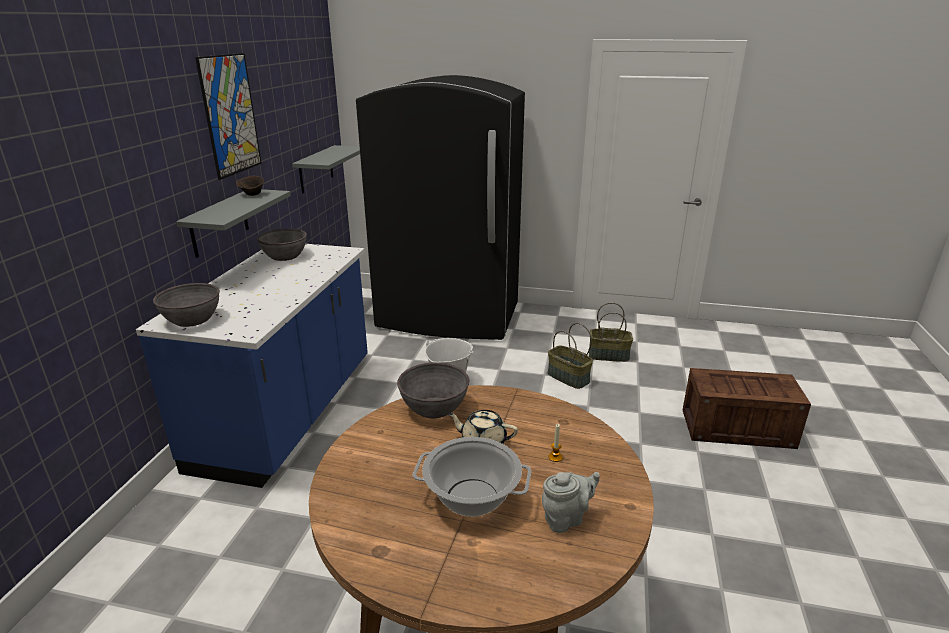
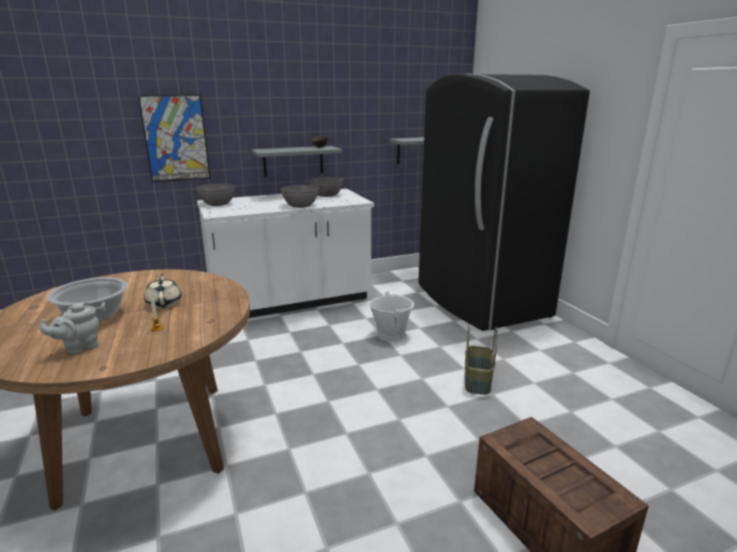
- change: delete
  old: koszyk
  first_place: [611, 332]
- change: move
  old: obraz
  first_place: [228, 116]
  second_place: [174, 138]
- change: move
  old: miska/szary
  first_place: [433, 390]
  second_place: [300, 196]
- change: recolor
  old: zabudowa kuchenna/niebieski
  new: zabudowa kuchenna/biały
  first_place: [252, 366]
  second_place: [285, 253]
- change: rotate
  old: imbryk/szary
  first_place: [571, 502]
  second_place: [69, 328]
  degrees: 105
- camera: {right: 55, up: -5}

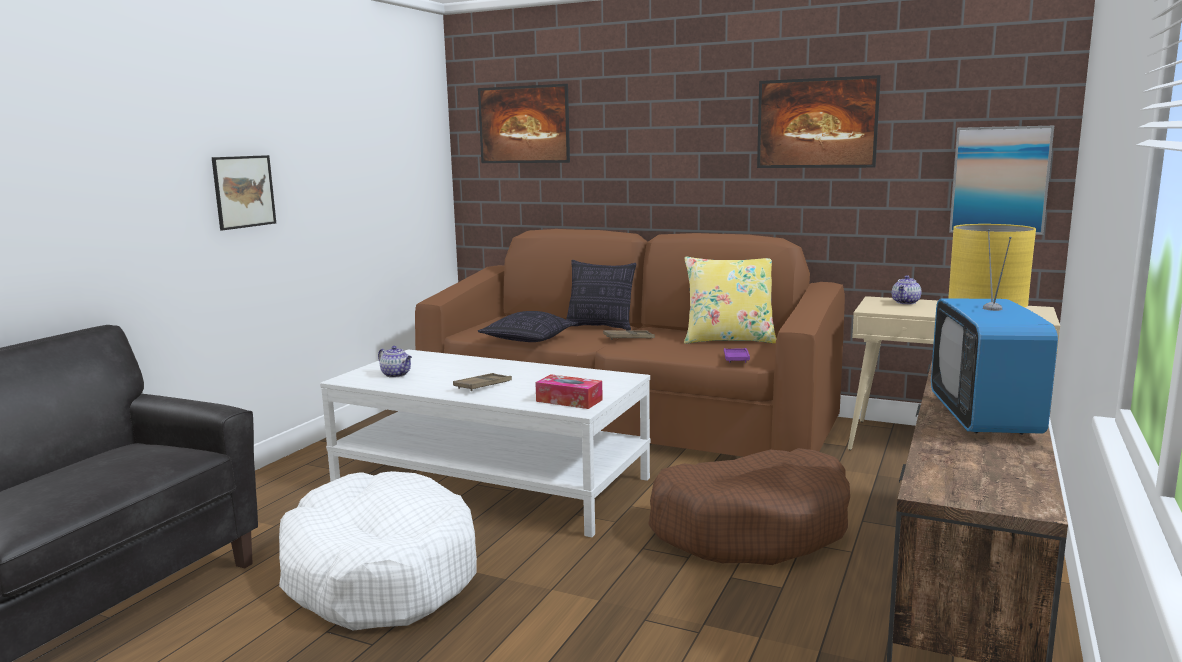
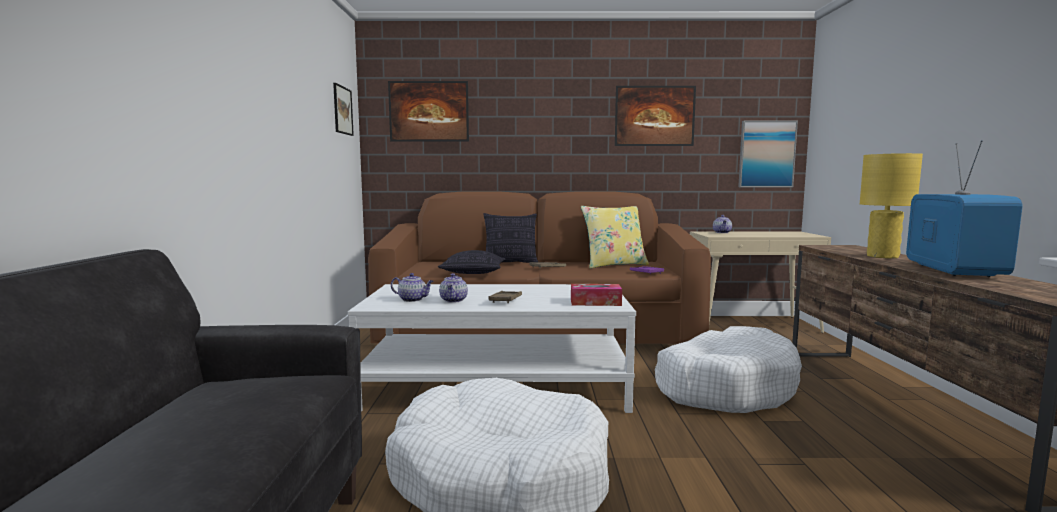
- change: insert
  new: imbryk
  second_place: [453, 288]
- change: move
  old: obraz
  first_place: [244, 192]
  second_place: [343, 109]
- change: recolor
  old: legowisko/brązowy
  new: legowisko/biały
  first_place: [749, 506]
  second_place: [728, 369]
- change: rotate
  old: telewizor
  first_place: [994, 332]
  second_place: [964, 208]
  degrees: -150
- camera: {right: -25, up: -5}

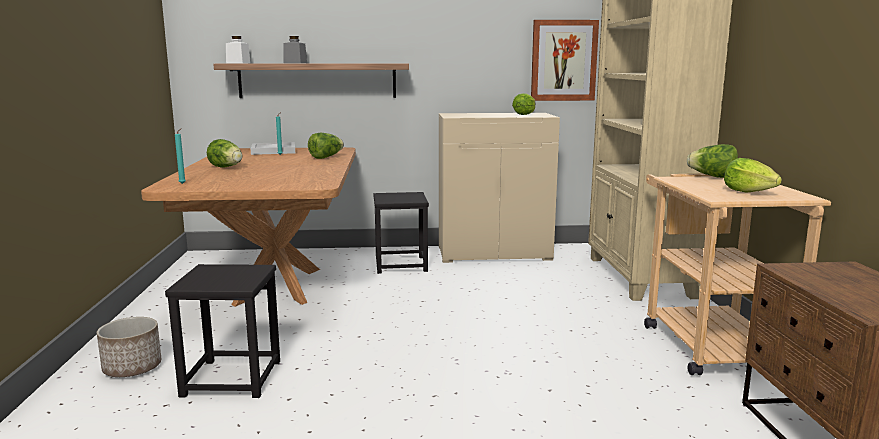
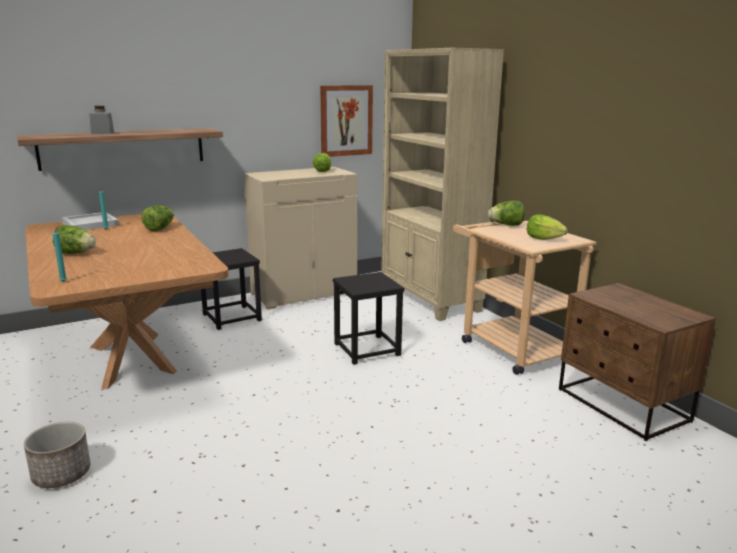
- change: delete
  old: słoik/biały
  first_place: [238, 49]
- change: move
  old: stołek/czarny
  first_place: [222, 331]
  second_place: [368, 318]
- camera: {right: -25, up: 5}

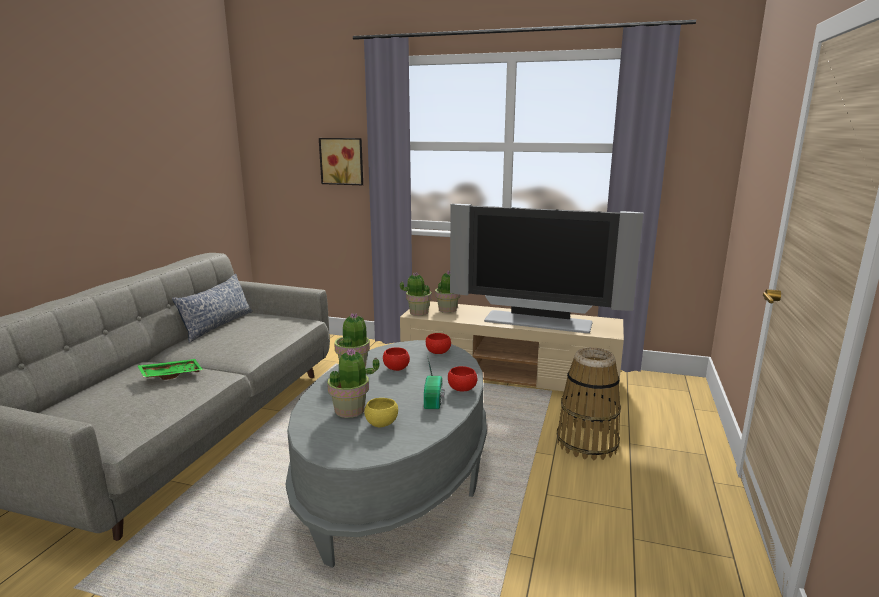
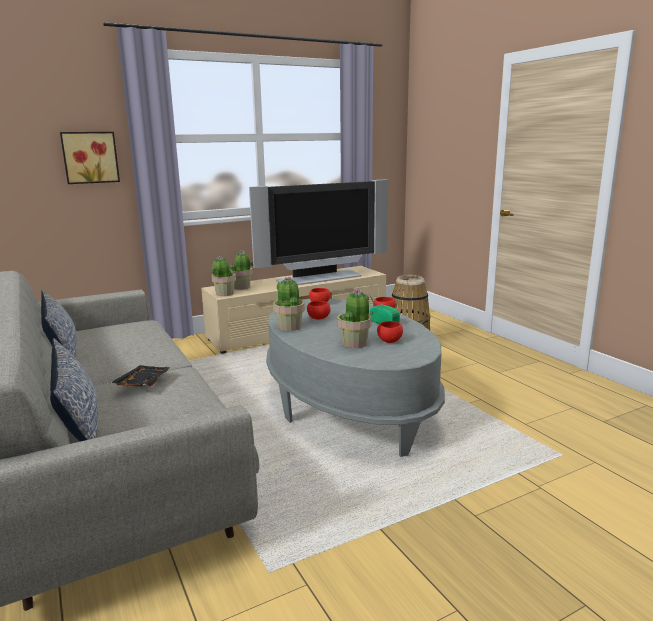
- change: insert
  new: poduszka
  second_place: [74, 389]
- change: recolor
  old: taca/zielony
  new: taca/czarny
  first_place: [170, 369]
  second_place: [140, 376]
- change: recolor
  old: miska/żółty
  new: miska/czerwony
  first_place: [381, 412]
  second_place: [390, 332]
- camera: {right: -45, up: 0}

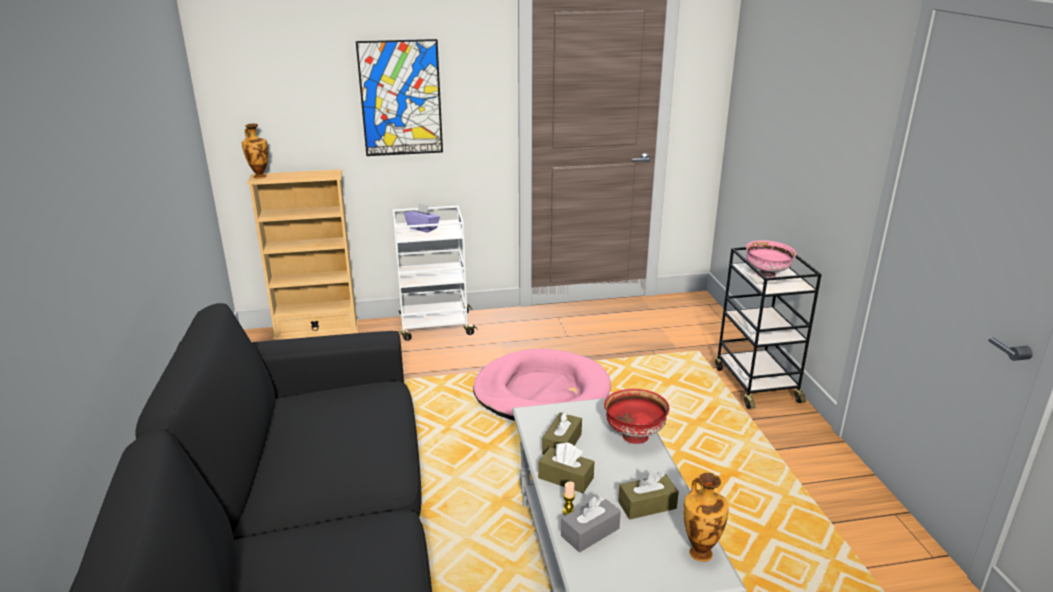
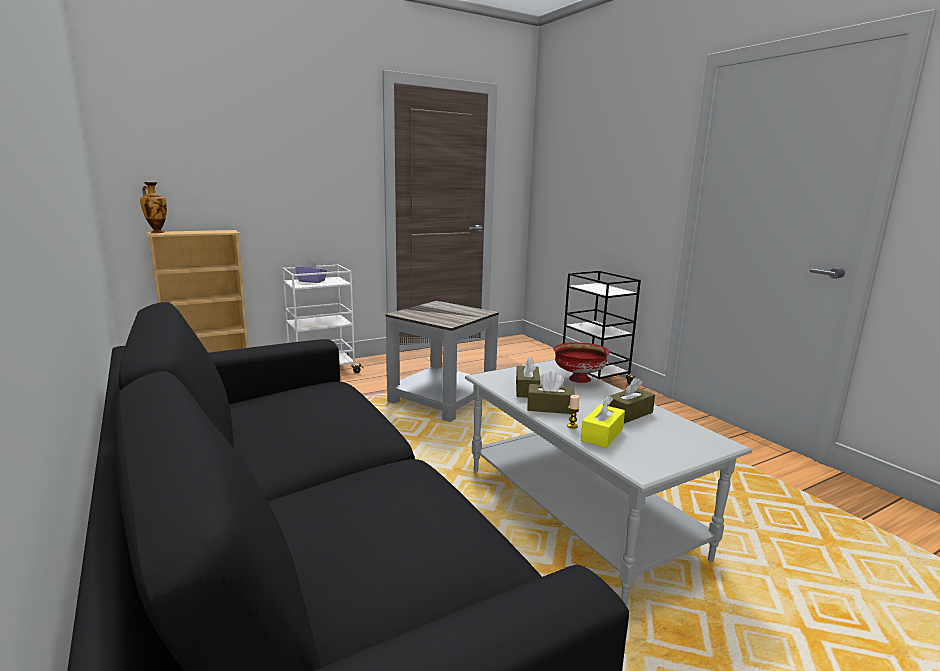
- change: delete
  old: obraz
  first_place: [399, 97]
- change: delete
  old: wazon
  first_place: [706, 517]
- change: delete
  old: miska/różowy
  first_place: [771, 259]
- change: replace
  old: legowisko/różowy
  new: stolik/szary
  first_place: [542, 385]
  second_place: [442, 361]
- change: recolor
  old: pudełko chusteczek/szary
  new: pudełko chusteczek/żółty
  first_place: [591, 524]
  second_place: [603, 422]
- camera: {right: -20, up: -10}

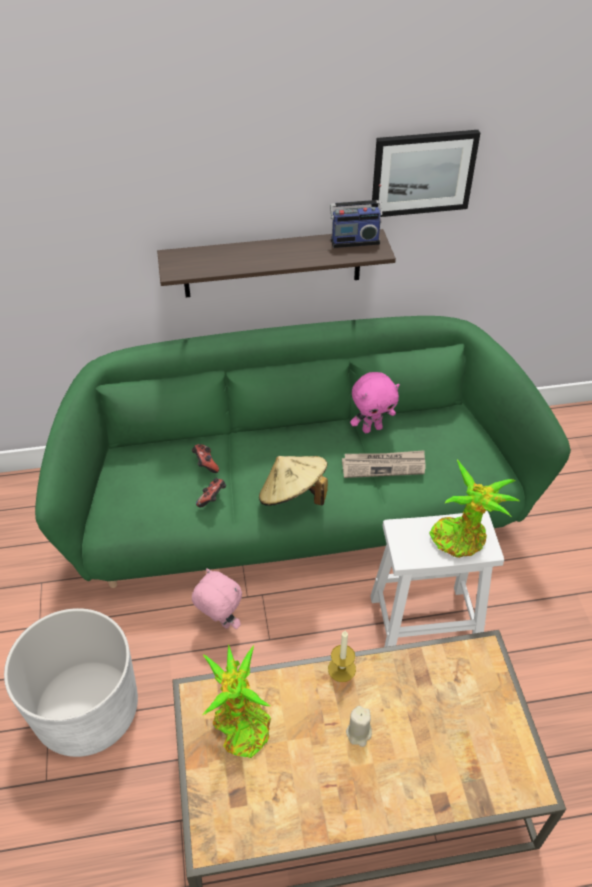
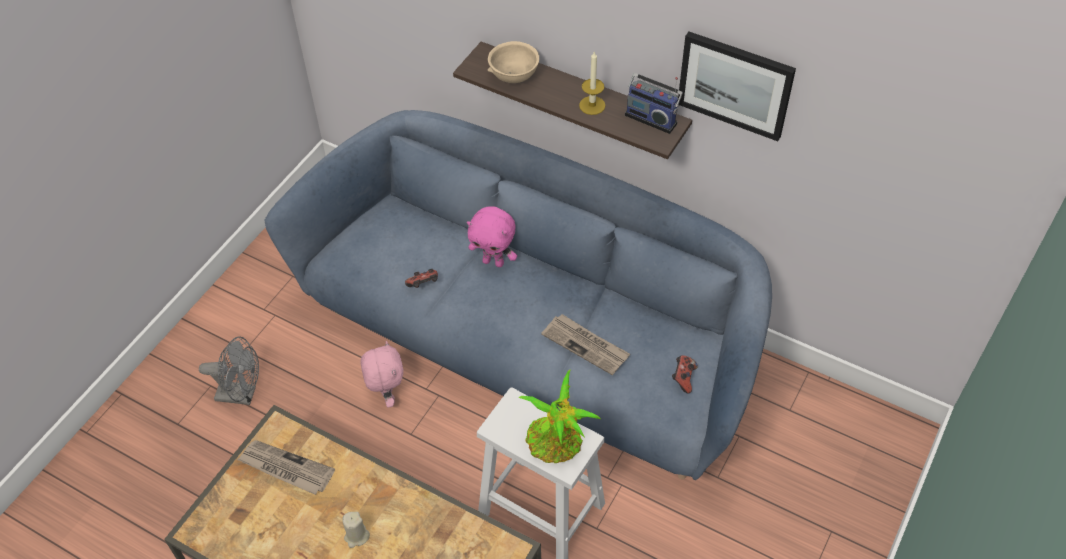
- change: delete
  old: kapelusz/beżowy
  first_place: [293, 481]
- change: insert
  new: miska/beżowy
  second_place: [513, 62]
- change: move
  old: pad do gier
  first_place: [205, 458]
  second_place: [685, 374]
- change: move
  old: świeca
  first_place: [342, 656]
  second_place: [592, 83]
- change: move
  old: pluszak/różowy
  first_place: [375, 402]
  second_place: [492, 236]
- change: replace
  old: donica/biały
  new: wentylator/szary
  first_place: [71, 682]
  second_place: [229, 370]
- change: replace
  old: roślina doniczkowa
  new: gazeta
  first_place: [236, 701]
  second_place: [286, 467]
- change: recolor
  old: kanapa/zielony
  new: kanapa/niebieski
  first_place: [303, 452]
  second_place: [518, 295]
- camera: {right: 40, up: 5}

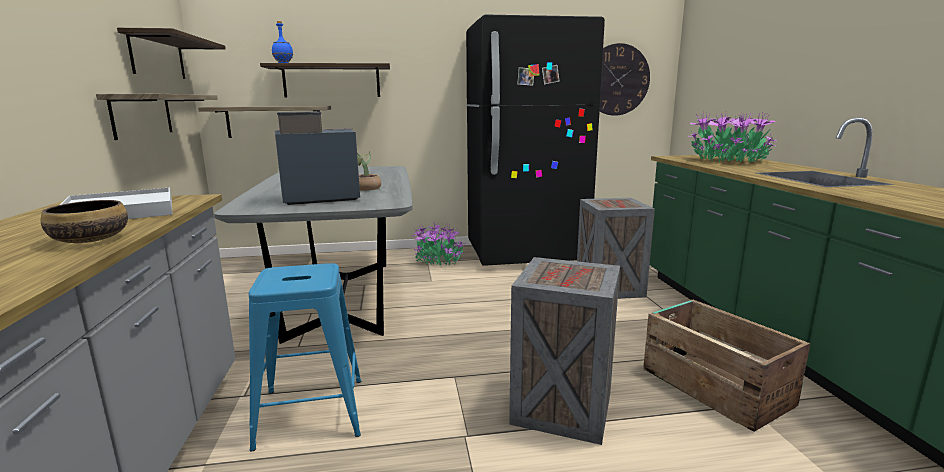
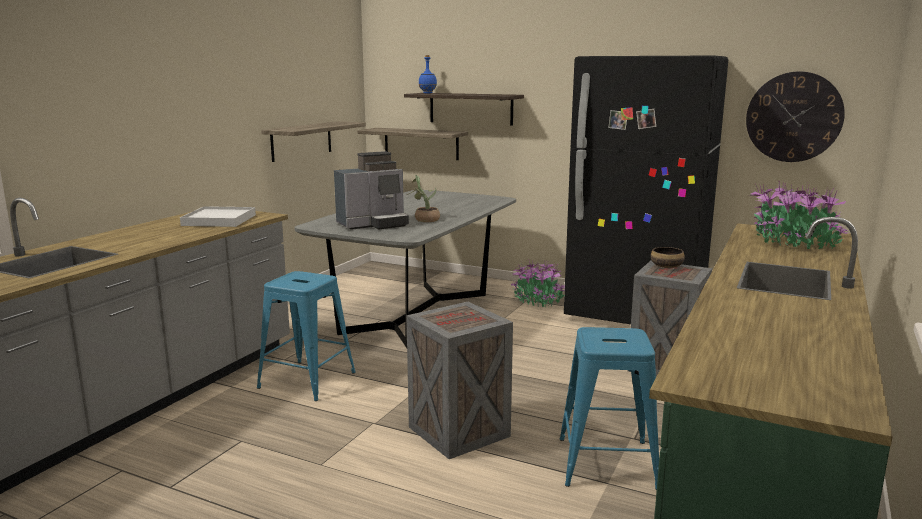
- change: delete
  old: półka
  first_place: [171, 53]
- change: move
  old: miska
  first_place: [84, 221]
  second_place: [668, 257]
- change: replace
  old: skrzynka
  new: stołek/niebieski
  first_place: [727, 365]
  second_place: [609, 408]
- change: rotate
  old: ekspres do kawy
  first_place: [317, 158]
  second_place: [371, 190]
  degrees: 135
- camera: {right: 35, up: 0}

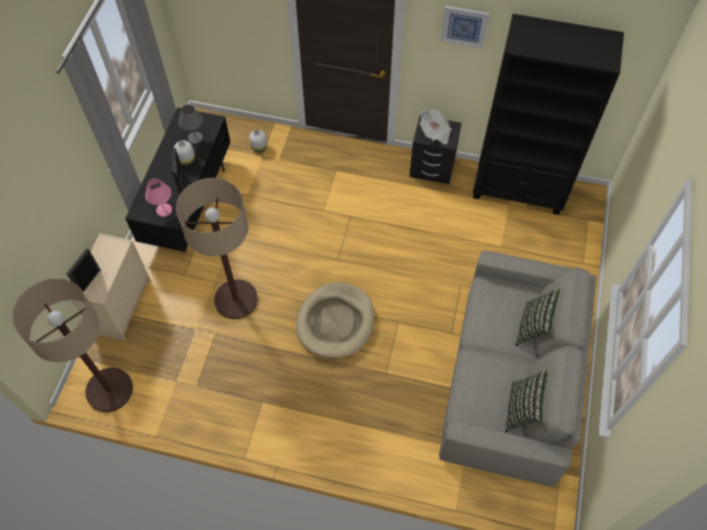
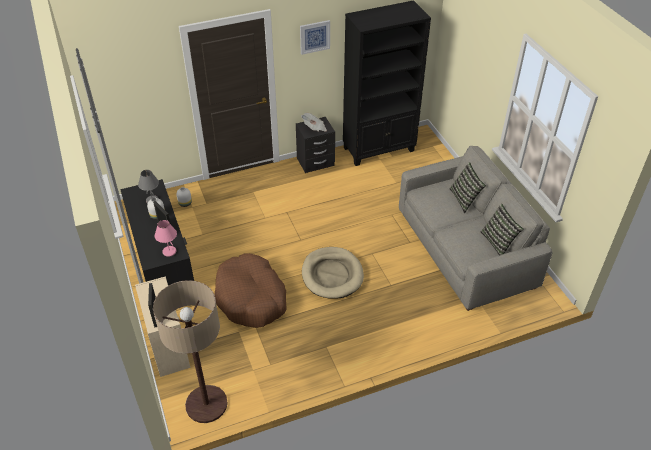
- change: replace
  old: lampa stojąca
  new: legowisko/brązowy
  first_place: [217, 248]
  second_place: [250, 290]
- camera: {right: -35, up: -15}

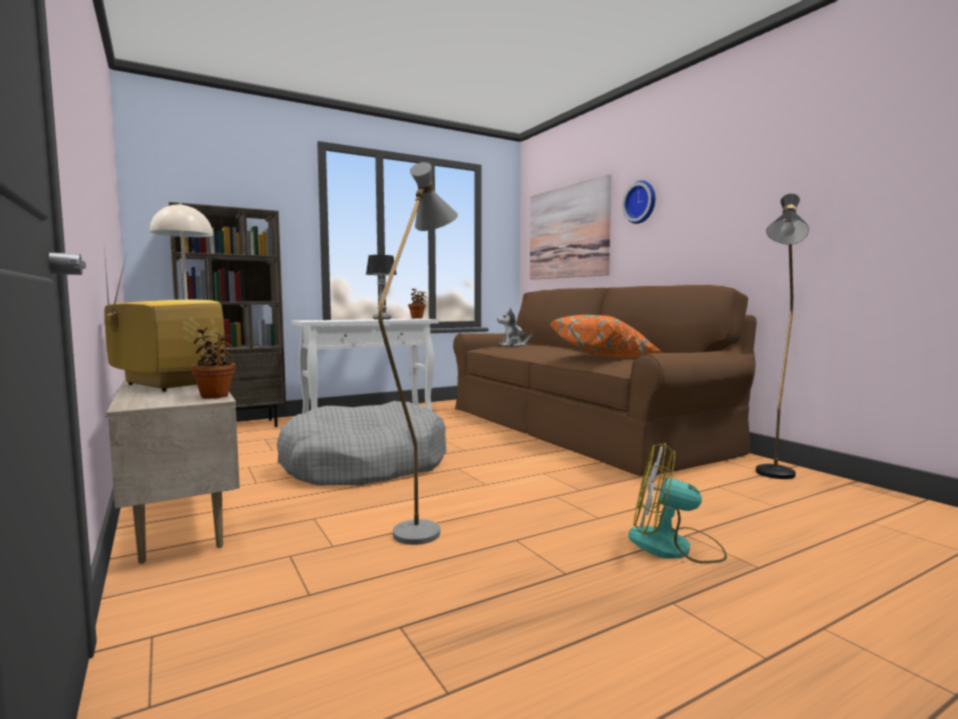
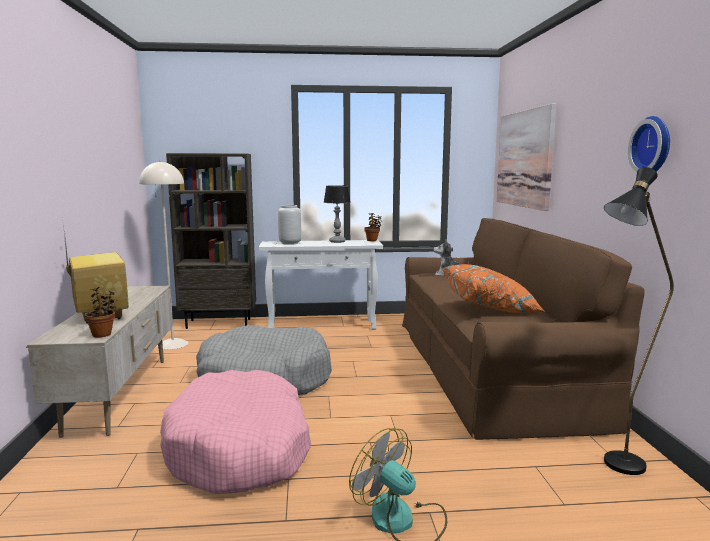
- change: insert
  new: wazon/szary
  second_place: [289, 225]
- change: move
  old: zegar ścienny
  first_place: [638, 202]
  second_place: [649, 144]
- change: replace
  old: lampa stojąca/szary
  new: legowisko/różowy
  first_place: [418, 353]
  second_place: [236, 432]
- camera: {right: 25, up: 5}

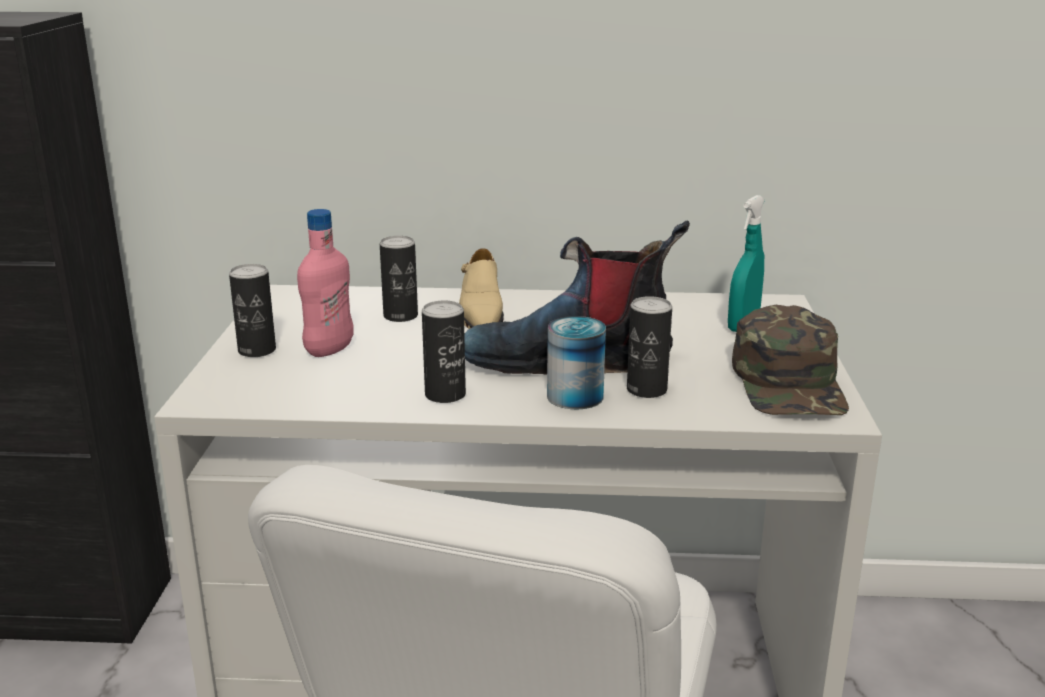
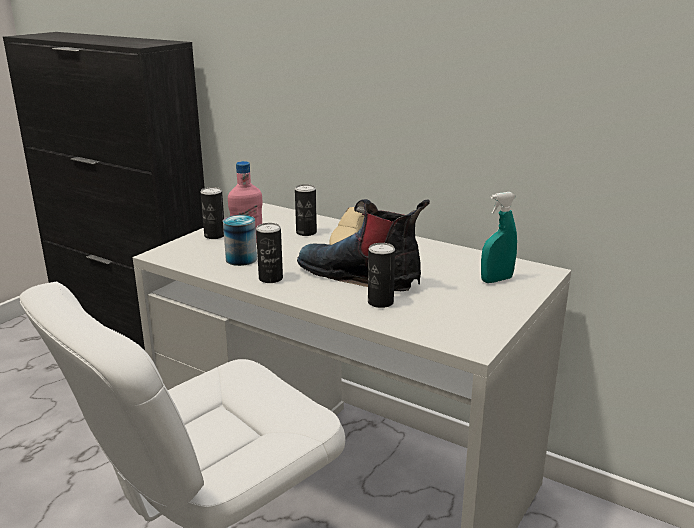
- change: delete
  old: czapka z daszkiem/zielony
  first_place: [790, 360]
- change: move
  old: puszka
  first_place: [576, 363]
  second_place: [240, 240]
- camera: {right: 30, up: 0}

